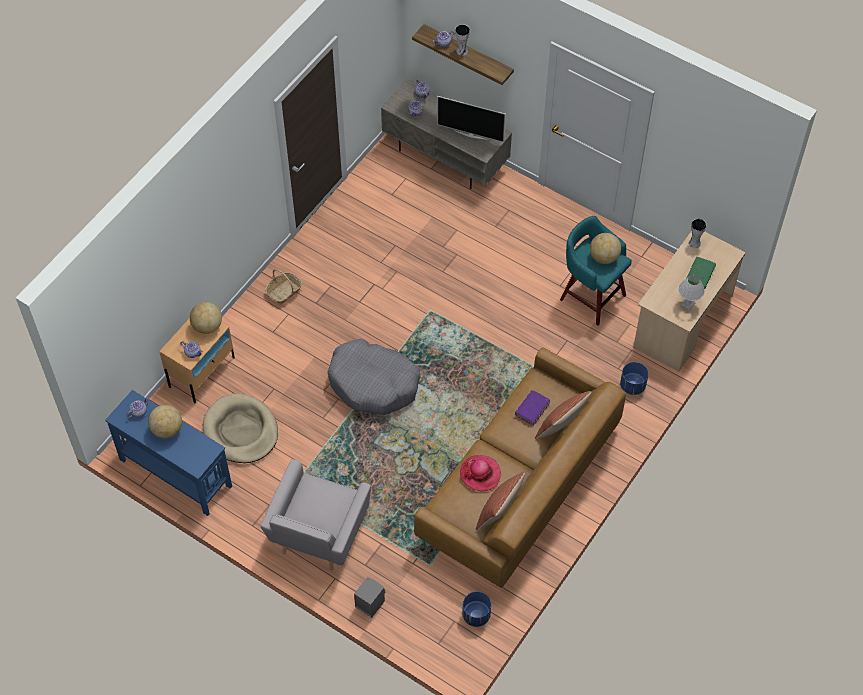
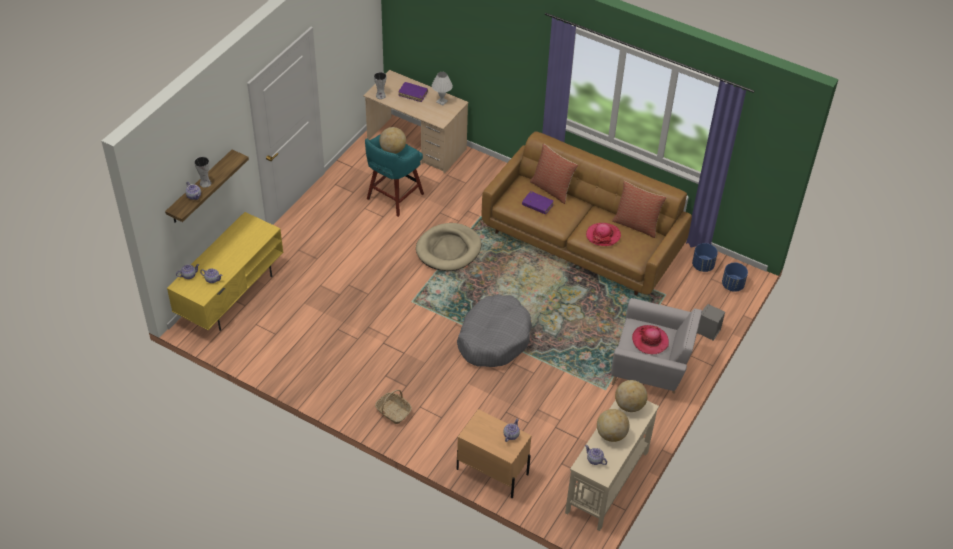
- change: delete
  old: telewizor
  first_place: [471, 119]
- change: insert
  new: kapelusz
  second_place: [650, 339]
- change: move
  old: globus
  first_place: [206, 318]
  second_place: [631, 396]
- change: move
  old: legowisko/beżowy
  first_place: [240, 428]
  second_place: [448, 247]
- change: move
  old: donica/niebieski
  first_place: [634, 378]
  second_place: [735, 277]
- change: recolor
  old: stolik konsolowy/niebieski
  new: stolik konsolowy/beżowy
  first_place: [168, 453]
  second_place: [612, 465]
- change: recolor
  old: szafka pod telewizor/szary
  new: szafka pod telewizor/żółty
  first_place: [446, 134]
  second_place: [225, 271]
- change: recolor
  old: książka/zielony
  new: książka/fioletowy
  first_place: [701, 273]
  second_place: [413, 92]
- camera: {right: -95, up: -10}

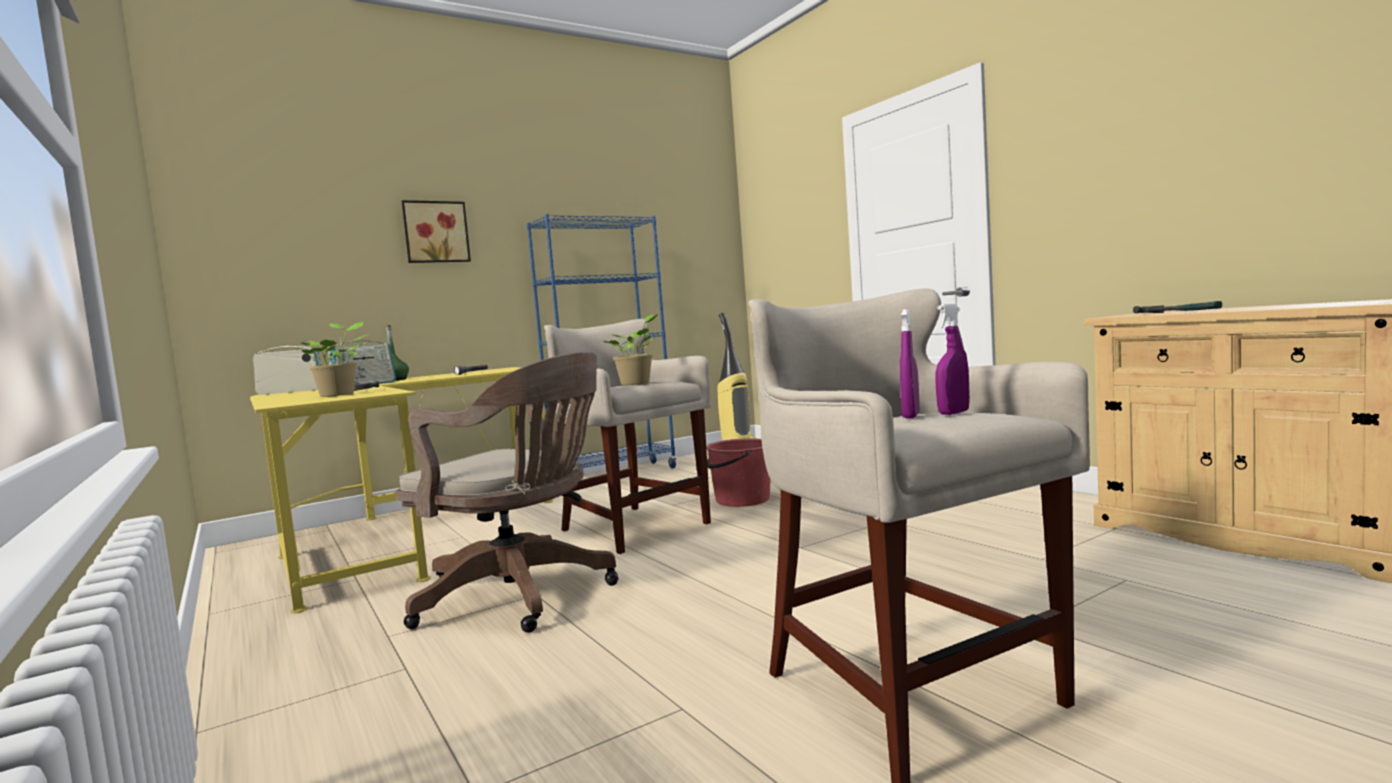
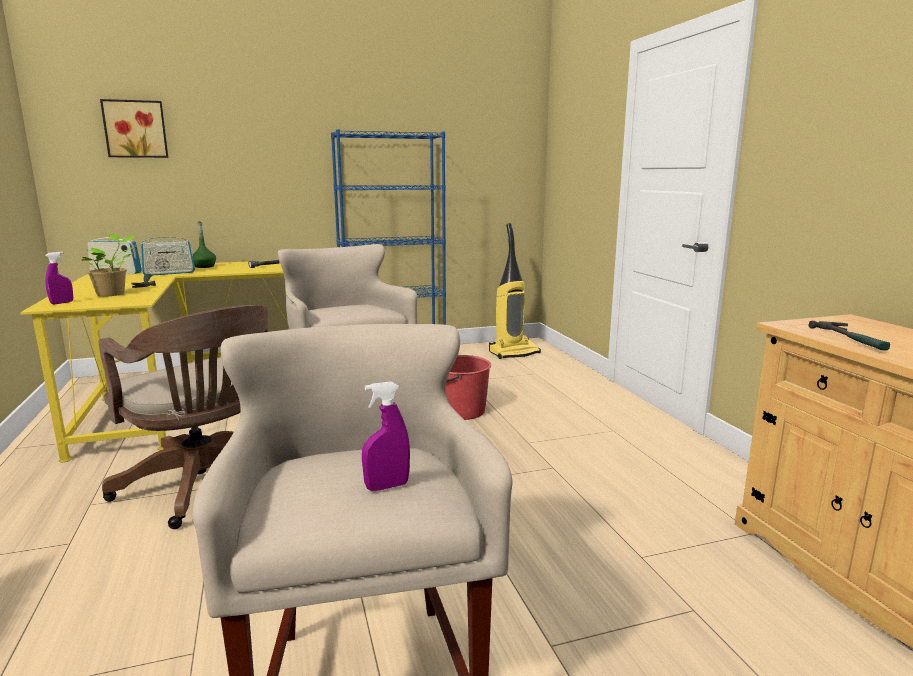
- change: delete
  old: roślina doniczkowa
  first_place: [630, 349]
- change: move
  old: obraz
  first_place: [436, 231]
  second_place: [134, 128]
- change: move
  old: spryskiwacz/fioletowy
  first_place: [910, 363]
  second_place: [59, 278]
- camera: {right: 15, up: 10}

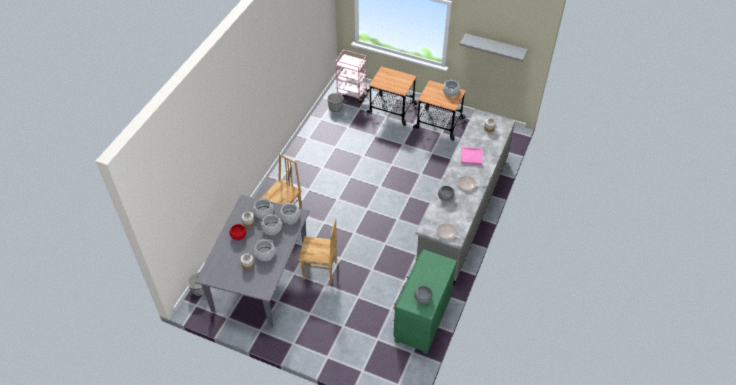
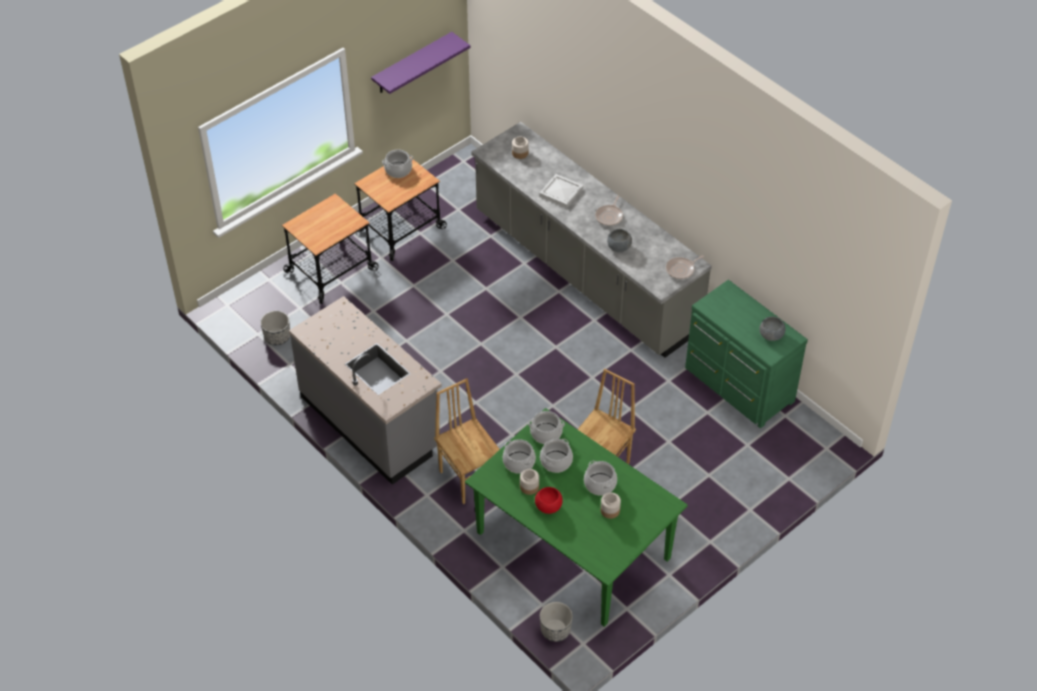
- change: delete
  old: wózek/różowy
  first_place: [353, 76]
- change: insert
  new: zabudowa kuchenna/szary
  second_place: [365, 390]
- change: recolor
  old: stół jadalny/szary
  new: stół jadalny/zielony
  first_place: [252, 261]
  second_place: [576, 517]
- change: recolor
  old: półka/szary
  new: półka/fioletowy
  first_place: [494, 47]
  second_place: [420, 63]
- change: recolor
  old: taca/różowy
  new: taca/biały
  first_place: [472, 156]
  second_place: [561, 191]
- camera: {right: -65, up: 0}

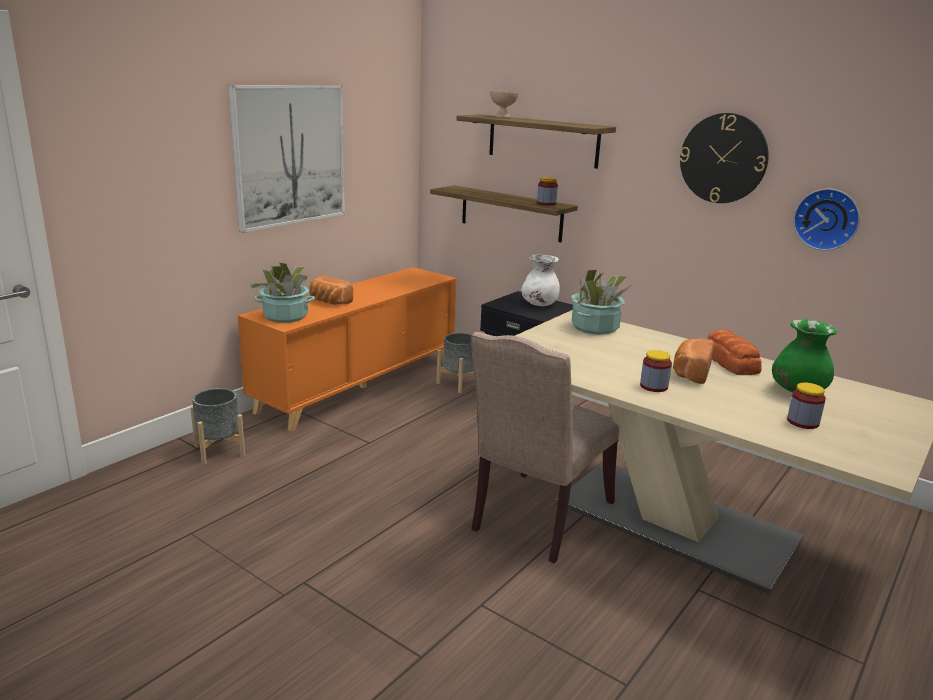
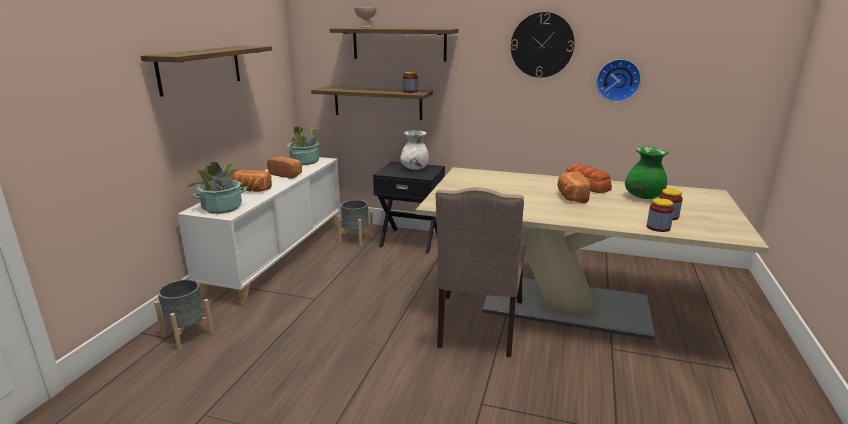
- change: insert
  new: chleb
  second_place: [284, 168]
- change: move
  old: roślina doniczkowa
  first_place: [601, 302]
  second_place: [304, 146]
- change: move
  old: słoik
  first_place: [656, 371]
  second_place: [660, 215]
- change: replace
  old: obraz
  new: półka
  first_place: [286, 159]
  second_place: [206, 71]
- change: recolor
  old: szafka/pomarańczowy
  new: szafka/biały
  first_place: [347, 349]
  second_place: [259, 230]
- camera: {right: -20, up: 0}

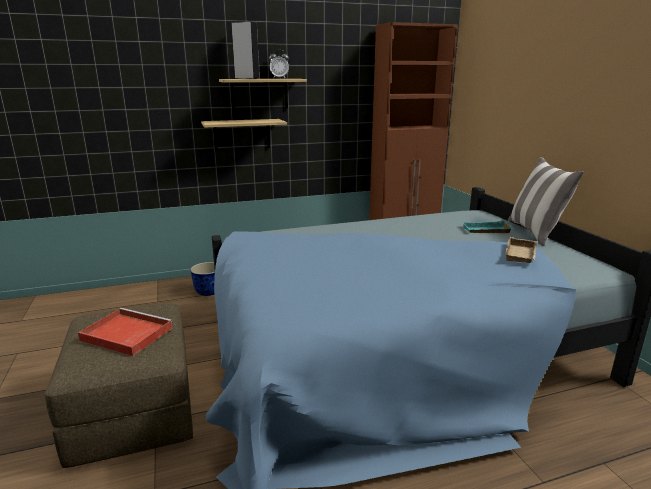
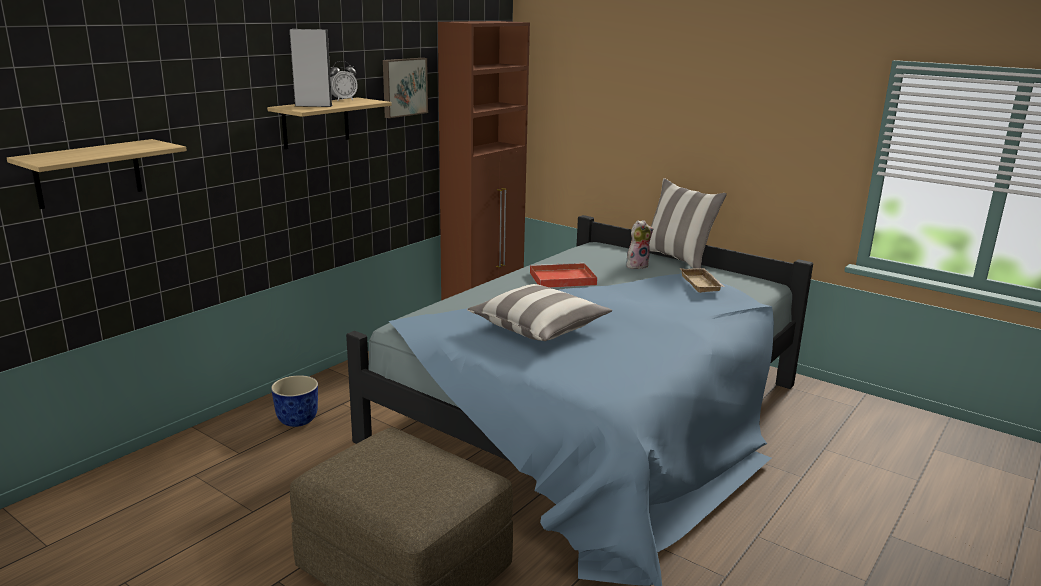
- change: insert
  new: obraz
  second_place: [405, 88]
- change: insert
  new: poduszka
  second_place: [539, 312]
- change: move
  old: taca/czerwony
  first_place: [125, 332]
  second_place: [564, 275]
- change: move
  old: półka
  first_place: [244, 134]
  second_place: [97, 174]
- change: replace
  old: taca/turkusowy
  new: pluszak
  first_place: [488, 227]
  second_place: [639, 244]
- camera: {right: -35, up: 0}

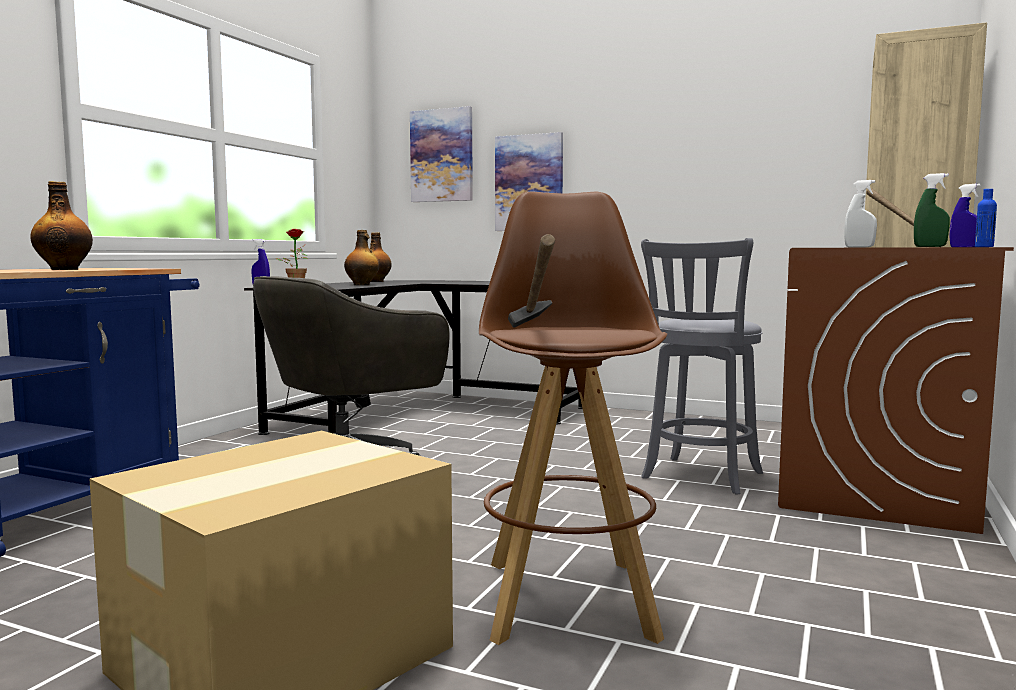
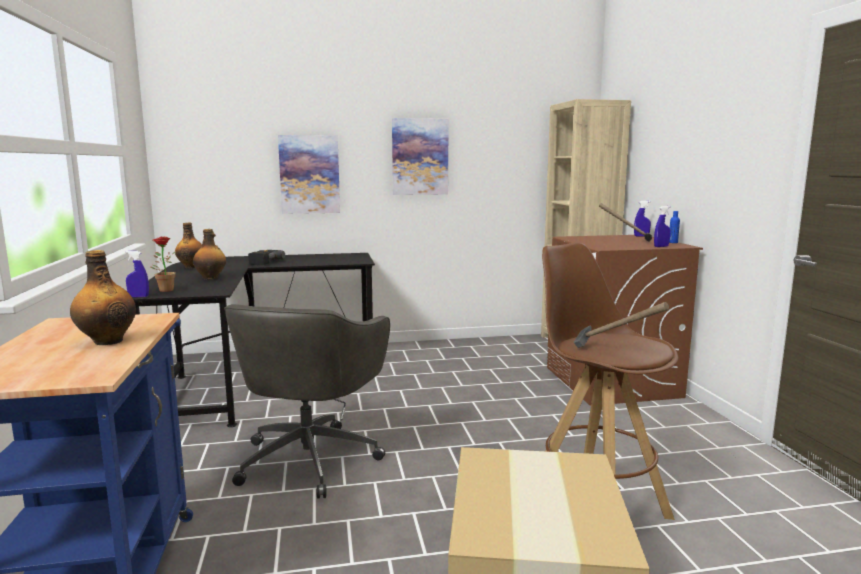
- change: delete
  old: stołek/szary
  first_place: [702, 366]
- change: delete
  old: spryskiwacz/biały
  first_place: [860, 214]
- change: insert
  new: wiertarka
  second_place: [266, 257]
- change: move
  old: obraz
  first_place: [441, 154]
  second_place: [420, 156]
- change: recolor
  old: spryskiwacz/zielony
  new: spryskiwacz/niebieski
  first_place: [932, 210]
  second_place: [662, 226]
- camera: {right: -35, up: 5}

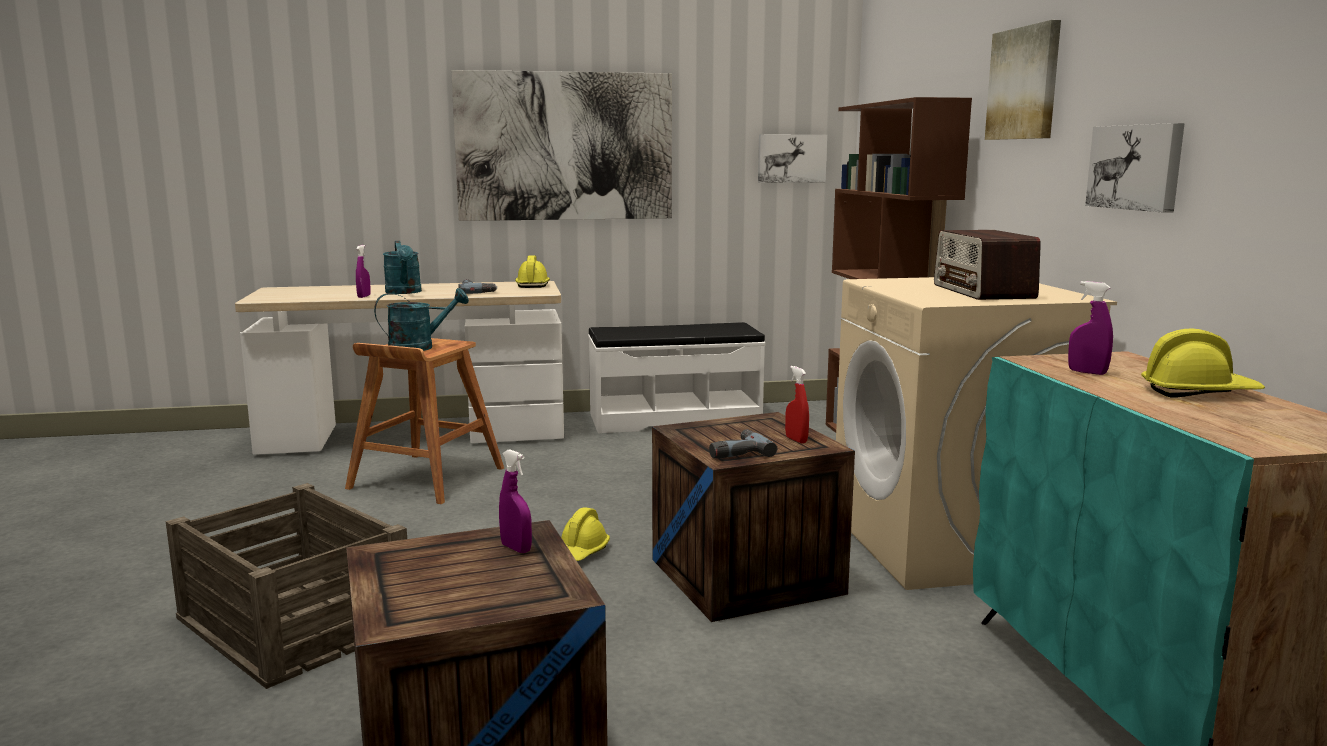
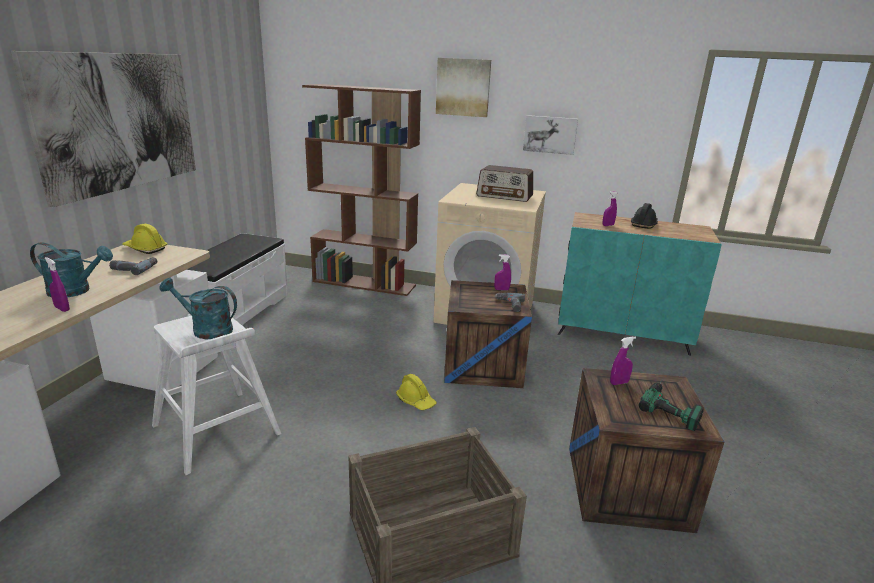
- change: delete
  old: obraz
  first_place: [792, 158]
- change: insert
  new: wiertarka
  second_place: [671, 405]
- change: recolor
  old: stołek/brązowy
  new: stołek/biały
  first_place: [424, 421]
  second_place: [216, 395]
- change: recolor
  old: spryskiwacz/czerwony
  new: spryskiwacz/fioletowy
  first_place: [797, 404]
  second_place: [502, 272]
- change: recolor
  old: kask/żółty
  new: kask/czarny
  first_place: [1203, 363]
  second_place: [644, 216]
- change: rotate
  old: konewka/turkusowy
  first_place: [421, 319]
  second_place: [198, 308]
  degrees: -75
- camera: {right: -65, up: 10}

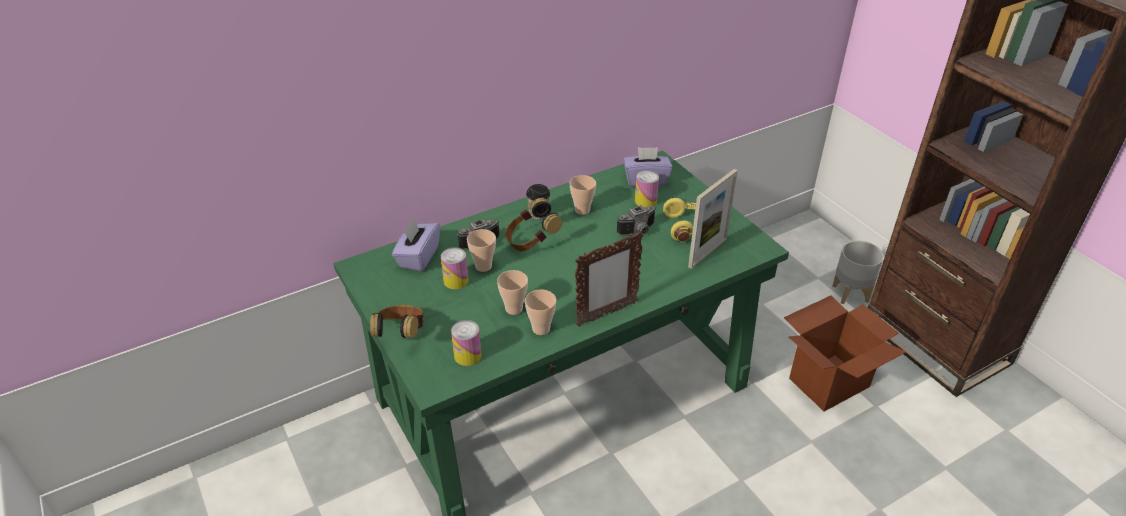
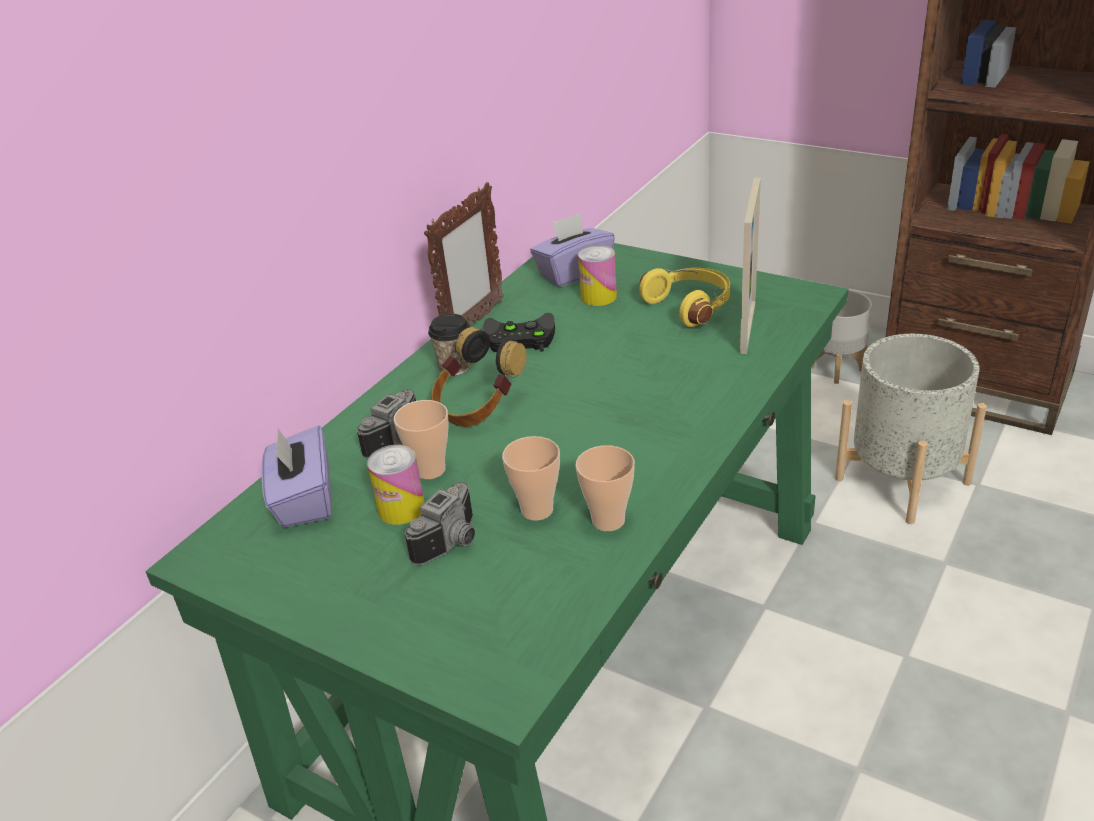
- change: delete
  old: słuchawki
  first_place: [397, 321]
- change: delete
  old: puszka
  first_place: [466, 343]
- change: move
  old: ramka na zdjęcie
  first_place: [609, 279]
  second_place: [464, 254]
- change: move
  old: aparat fotograficzny
  first_place: [636, 220]
  second_place: [440, 523]
- change: replace
  old: filiżanka
  new: pad do gier/czarny
  first_place: [583, 195]
  second_place: [519, 332]
- change: replace
  old: karton
  new: donica/szary
  first_place: [845, 353]
  second_place: [911, 429]
- camera: {right: -25, up: -5}

